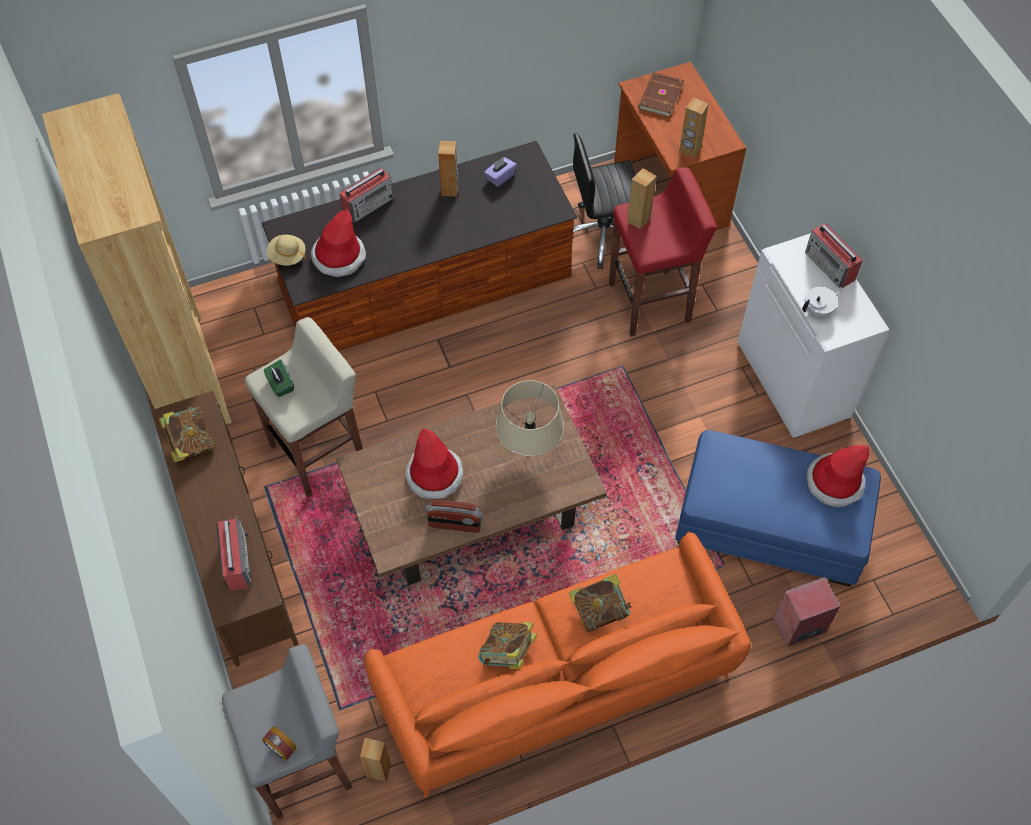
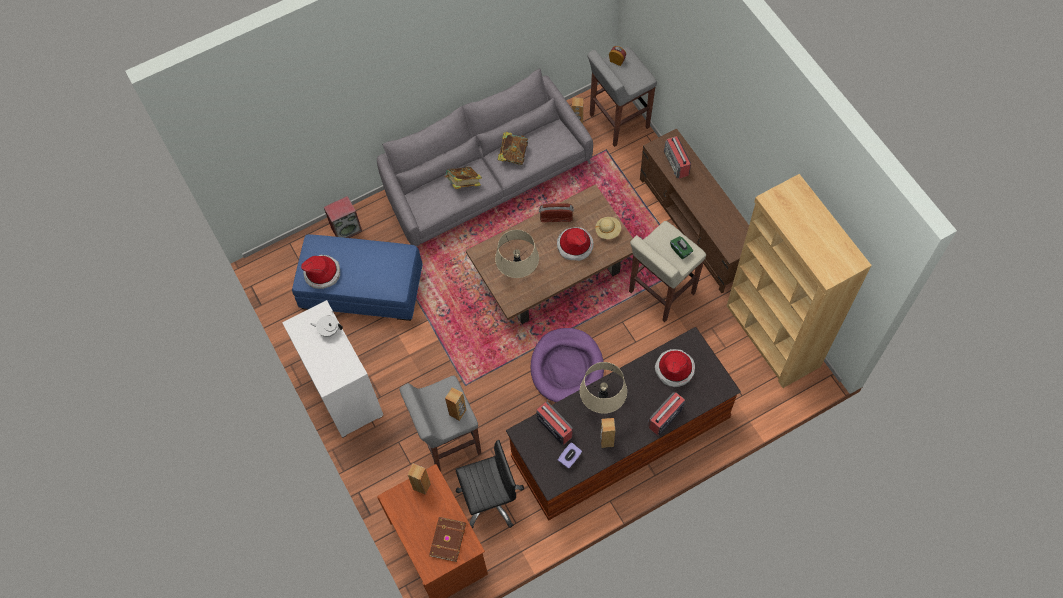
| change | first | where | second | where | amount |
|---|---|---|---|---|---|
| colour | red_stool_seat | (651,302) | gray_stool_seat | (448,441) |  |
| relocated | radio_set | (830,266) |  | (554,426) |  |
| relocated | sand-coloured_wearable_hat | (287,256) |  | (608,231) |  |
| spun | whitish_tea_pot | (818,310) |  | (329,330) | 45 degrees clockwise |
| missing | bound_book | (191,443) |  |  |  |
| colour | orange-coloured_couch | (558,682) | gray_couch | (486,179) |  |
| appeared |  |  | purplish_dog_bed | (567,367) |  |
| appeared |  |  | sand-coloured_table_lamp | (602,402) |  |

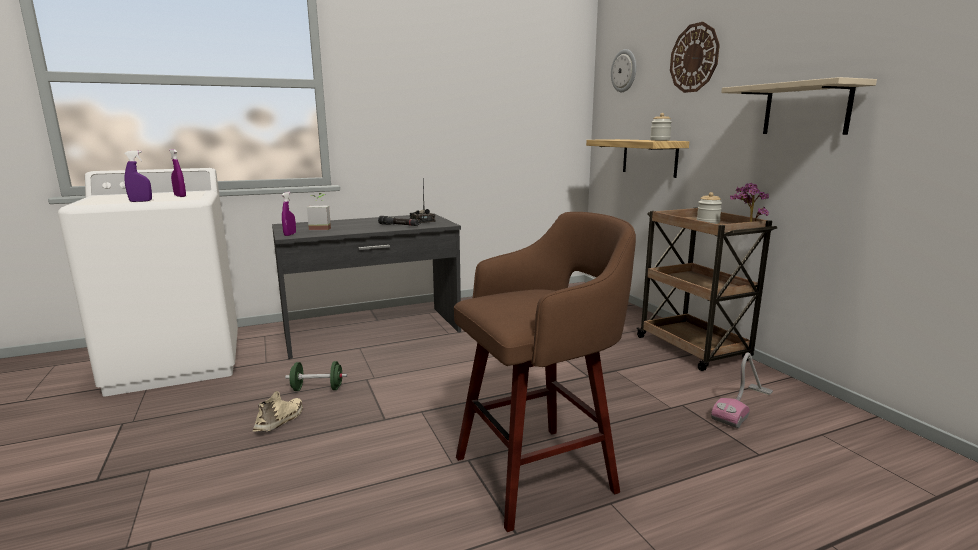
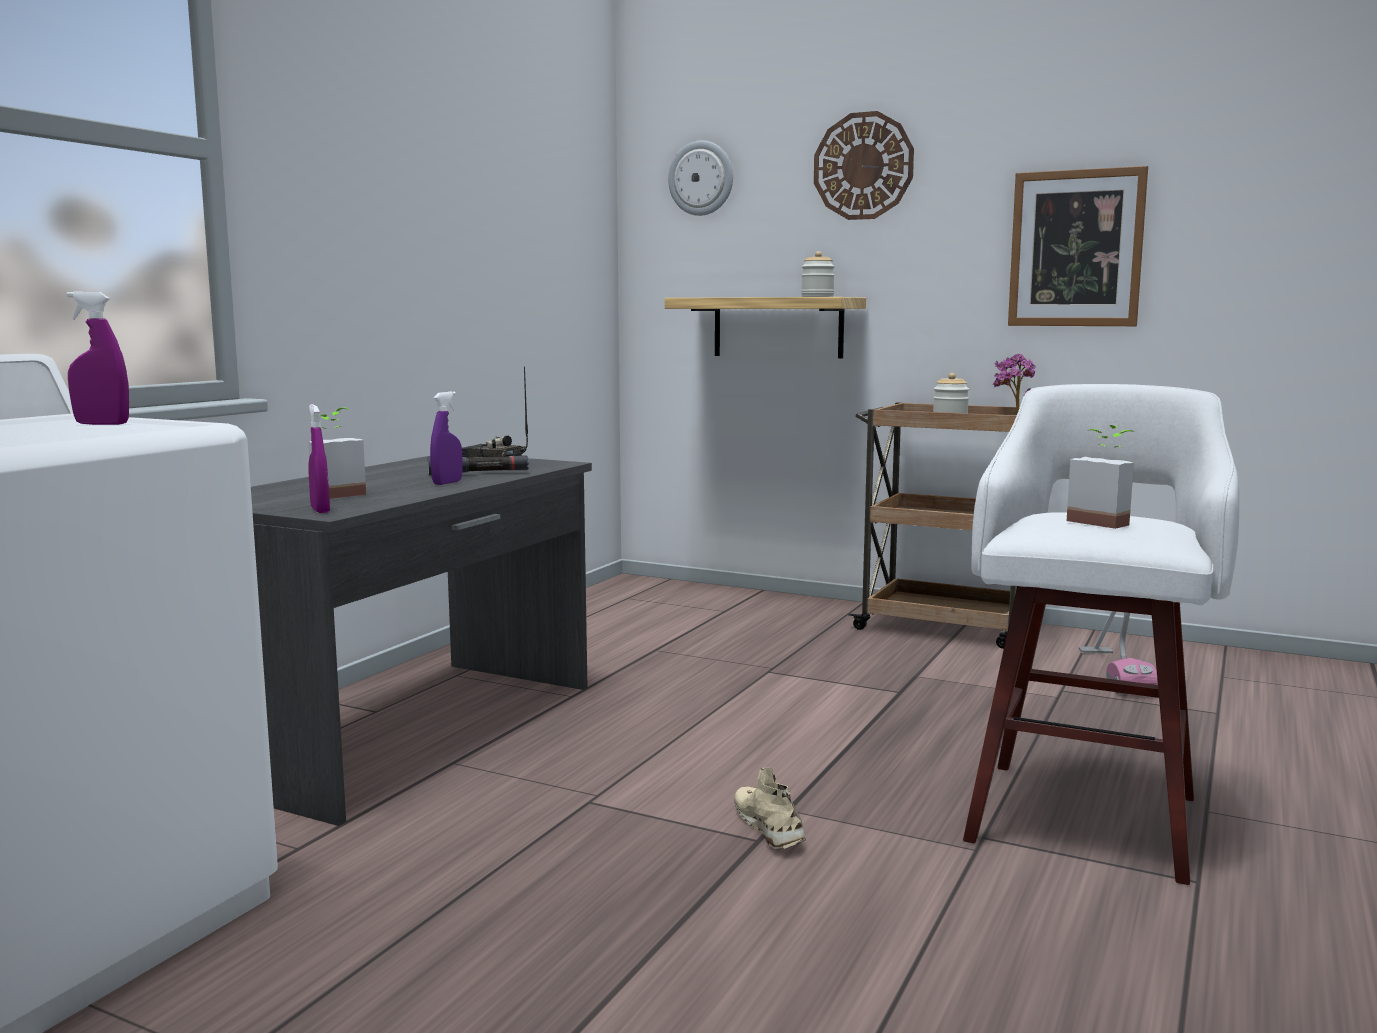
| change | first | where | second | where | amount |
|---|---|---|---|---|---|
| exchanged | sand-coloured_shelf | (806,109) | wall_art | (1076,248) |  |
| relocated | purplish_sprayer | (140,201) |  | (447,483) |  |
| colour | brownish_stool_seat | (539,473) | whitish_stool_seat | (1085,814) |  |
| missing | green_hand_weight | (317,389) |  |  |  |
| relocated | sand-coloured_low_shoe | (281,421) |  | (770,828) |  |
| appeared |  |  | potted_plant | (1103,521) |  |

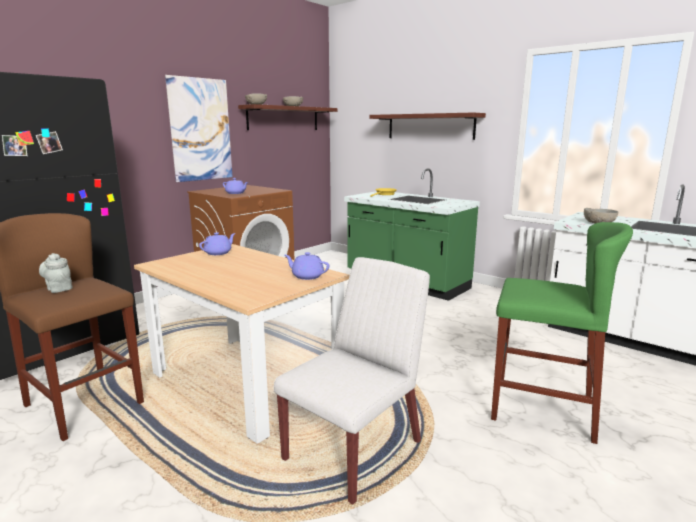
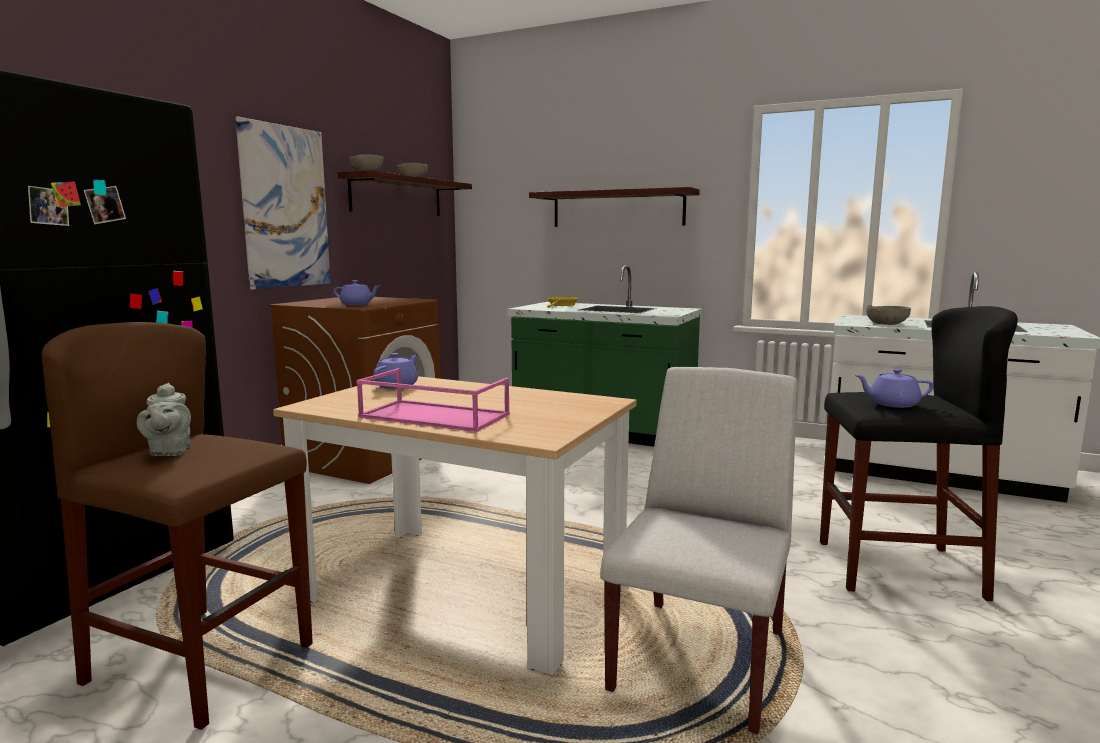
| change | first | where | second | where | amount |
|---|---|---|---|---|---|
| colour | green_stool_seat | (542,408) | blackish_stool_seat | (897,569) |  |
| relocated | purplish_tea_pot | (307,276) |  | (892,404) |  |
| spun | gray_tea_pot | (59,288) |  | (169,452) | 135 degrees counterclockwise |
| appeared |  |  | pink-coloured_serving_tray | (432,416) |  |

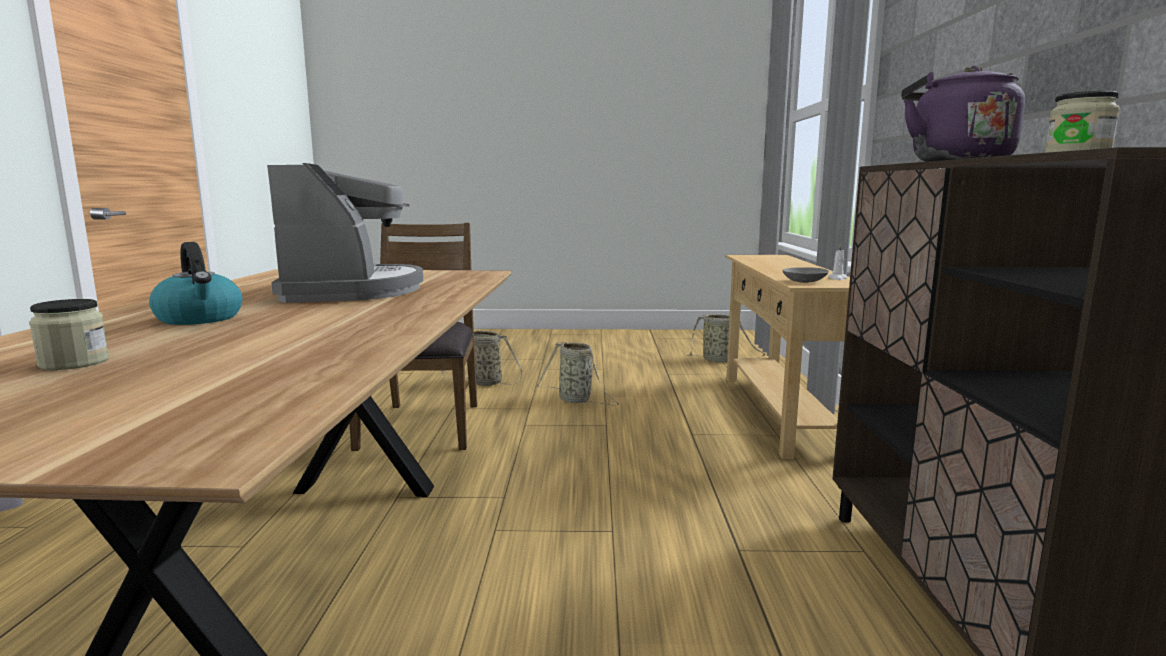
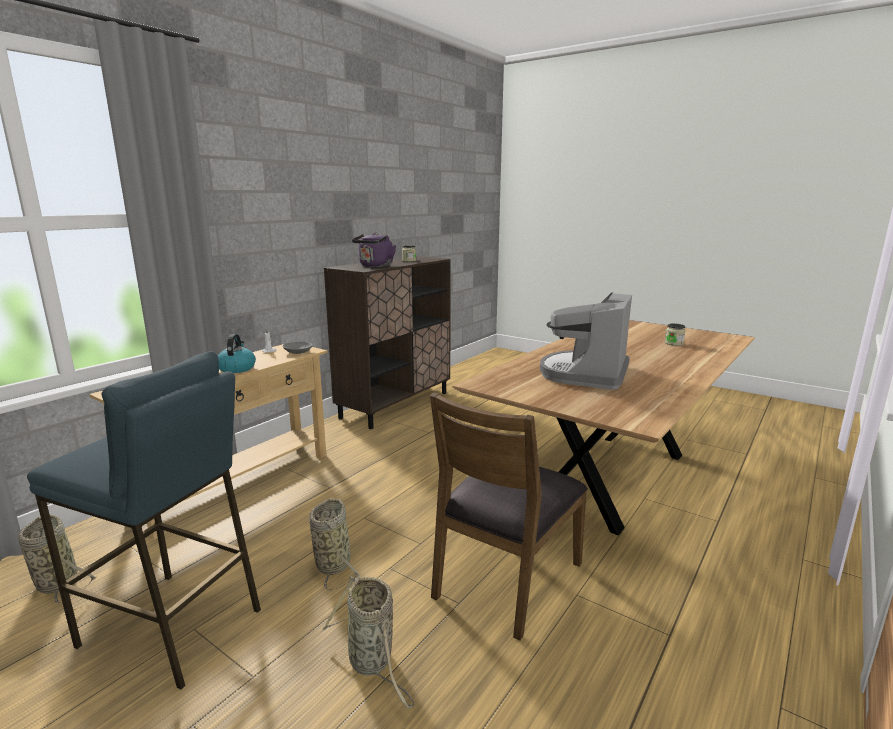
| change | first | where | second | where | amount |
|---|---|---|---|---|---|
| relocated | kettle | (200,318) |  | (236,368) |  |
| appeared |  |  | bluish_stool_seat | (172,627) |  |

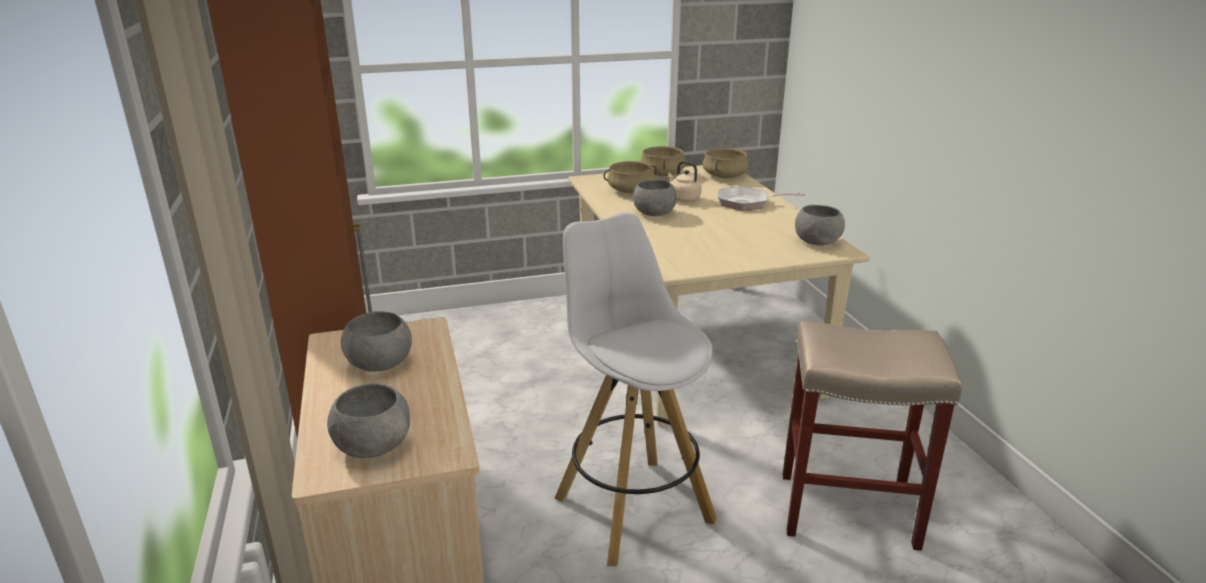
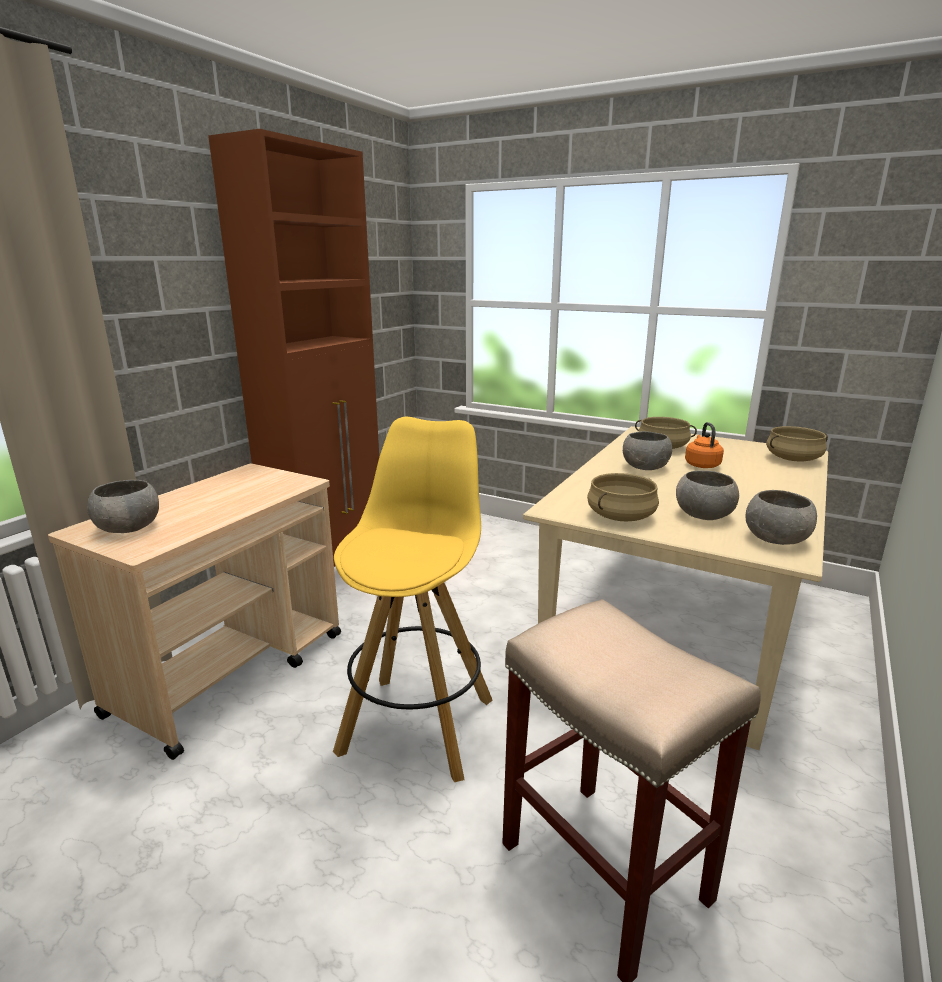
| change | first | where | second | where | amount |
|---|---|---|---|---|---|
| relocated | sand-coloured_stockpot | (663,174) |  | (621,517) |  |
| colour | sand-coloured_kettle | (683,199) | orange-coloured_kettle | (701,464) |  |
| missing | frying_pan | (747,203) |  |  |  |
| colour | whitish_stool_seat | (632,507) | yellowish_stool_seat | (418,723) |  |
| relocated | gray_serving_bowl | (379,363) |  | (703,515) |  |

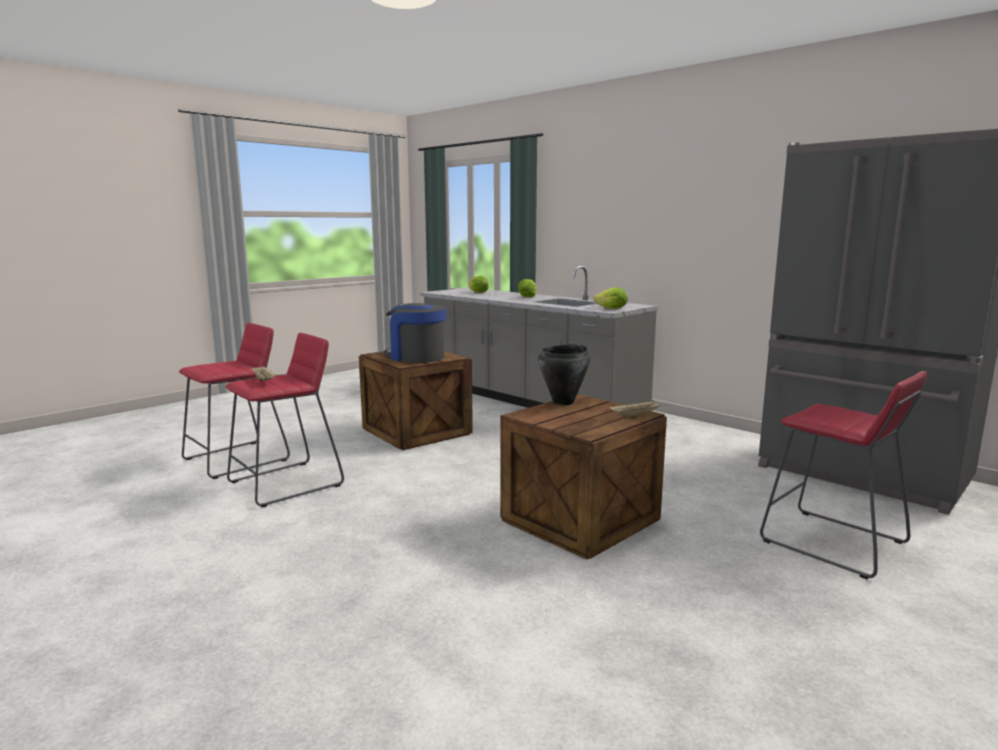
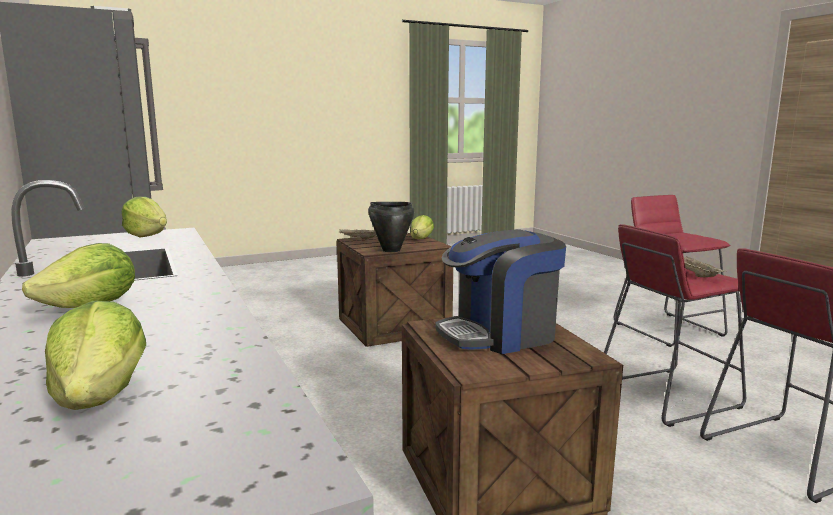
| change | first | where | second | where | amount |
|---|---|---|---|---|---|
| spun | coffee_maker | (416,357) |  | (500,334) | 105 degrees clockwise |
| relocated | red_stool_seat | (833,543) |  | (668,329) |  |
| appeared |  |  | head_of_lettuce | (421,239) |  |

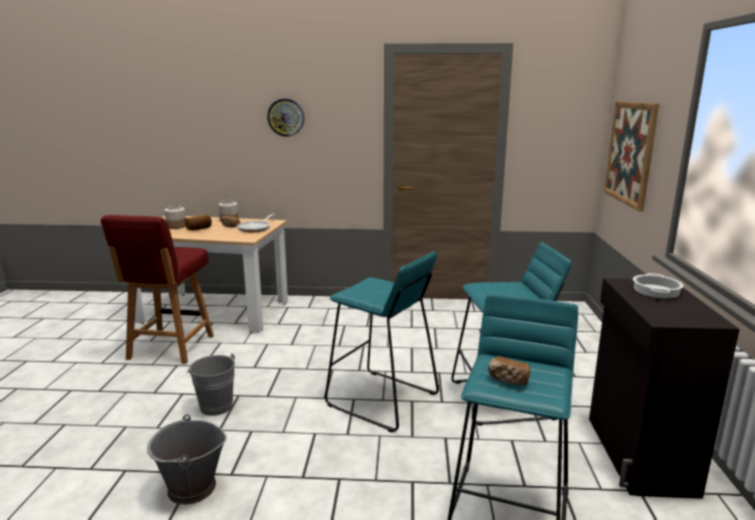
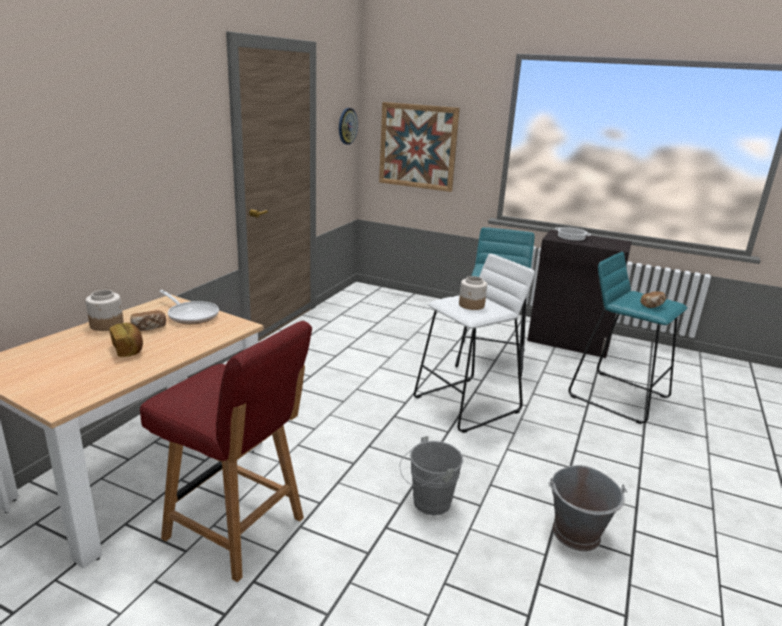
| change | first | where | second | where | amount |
|---|---|---|---|---|---|
| relocated | wall_clock | (286,117) |  | (347,126) |  |
| relocated | jar | (176,226) |  | (471,305) |  |
| colour | turquoise-coloured_stool_seat | (382,400) | whitish_stool_seat | (467,404) |  |

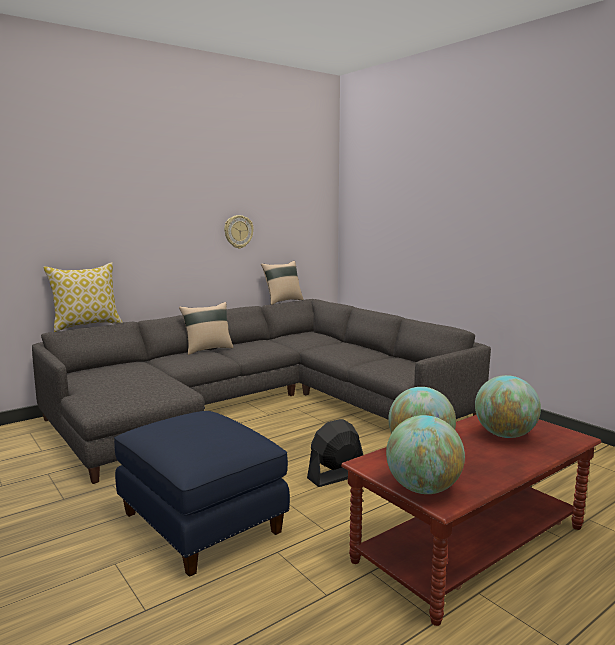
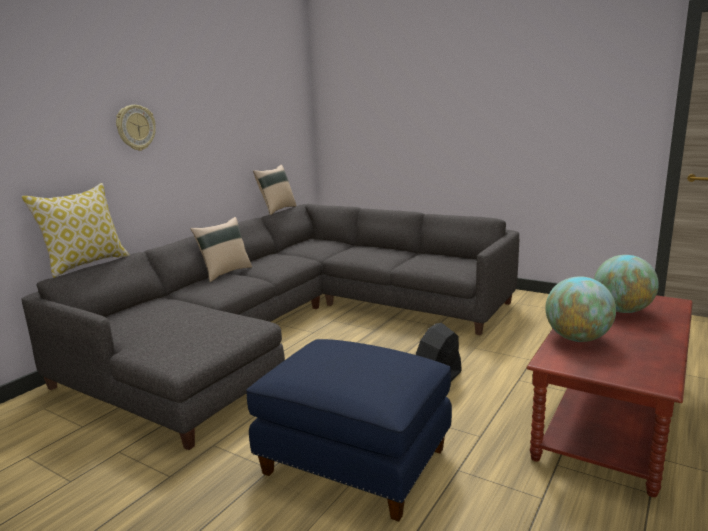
| change | first | where | second | where | amount |
|---|---|---|---|---|---|
| relocated | wall_clock | (238,231) |  | (135,127) |  |
| missing | world_globe | (423,489) |  |  |  |

